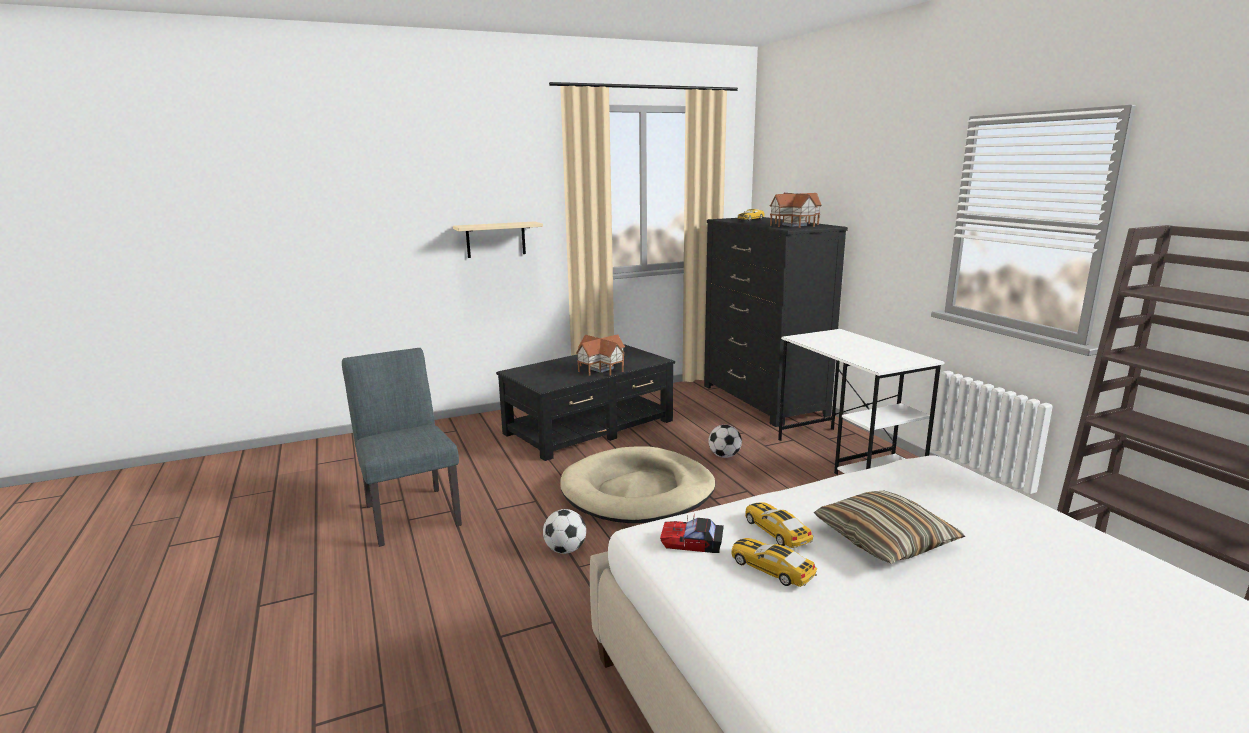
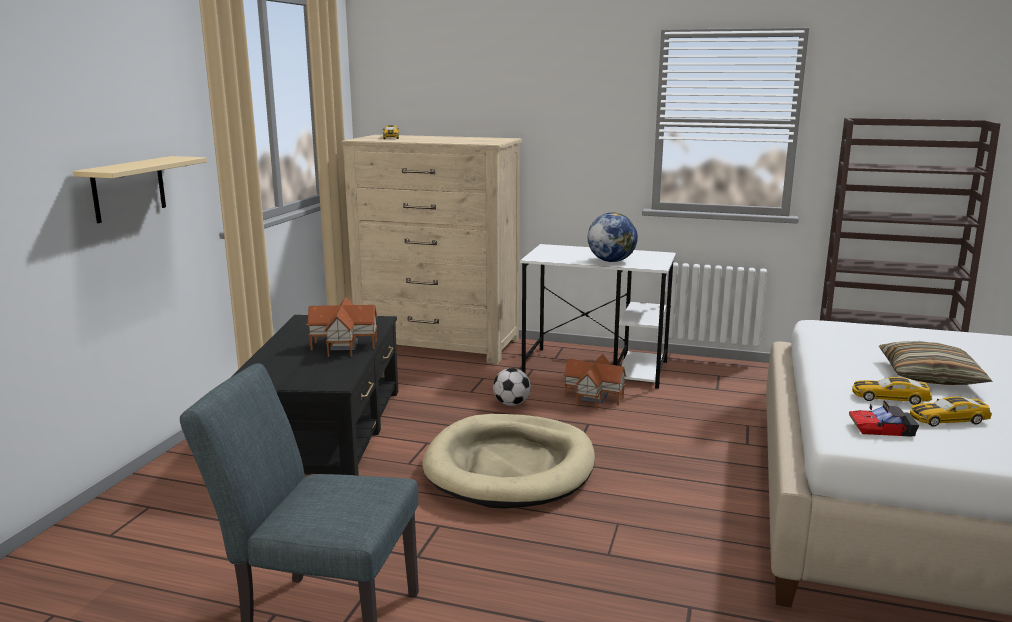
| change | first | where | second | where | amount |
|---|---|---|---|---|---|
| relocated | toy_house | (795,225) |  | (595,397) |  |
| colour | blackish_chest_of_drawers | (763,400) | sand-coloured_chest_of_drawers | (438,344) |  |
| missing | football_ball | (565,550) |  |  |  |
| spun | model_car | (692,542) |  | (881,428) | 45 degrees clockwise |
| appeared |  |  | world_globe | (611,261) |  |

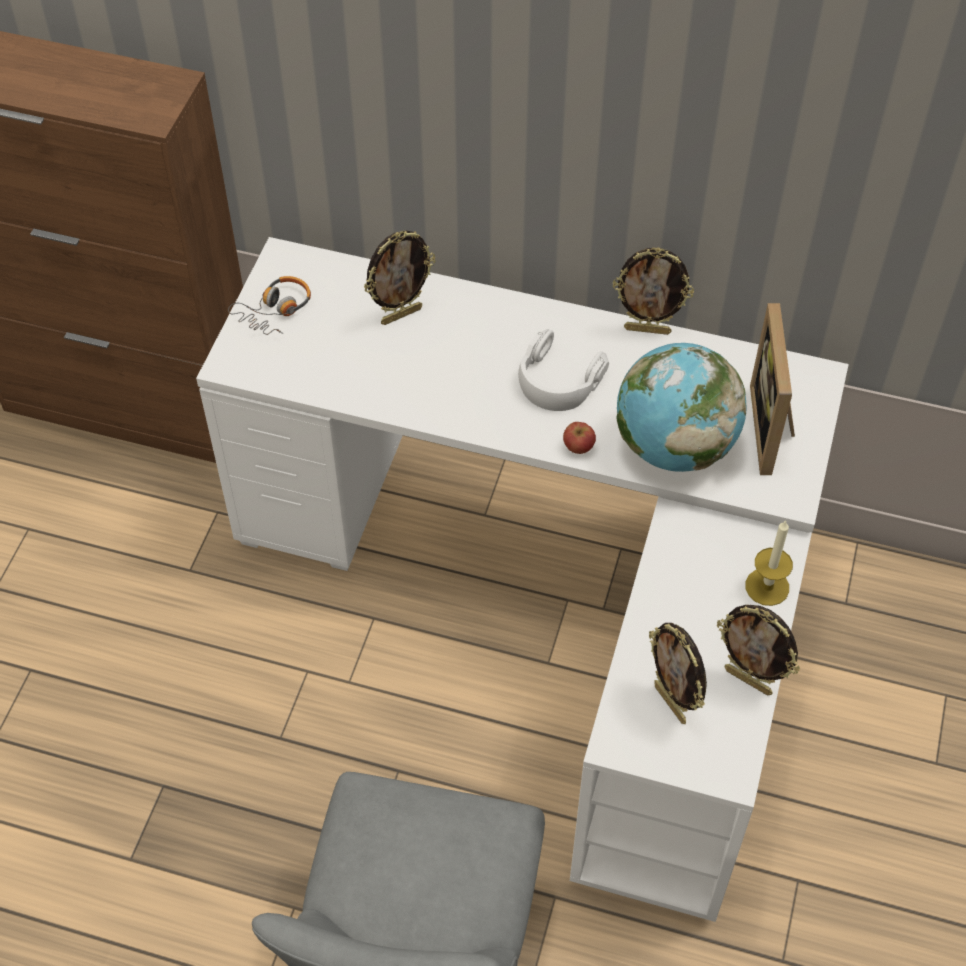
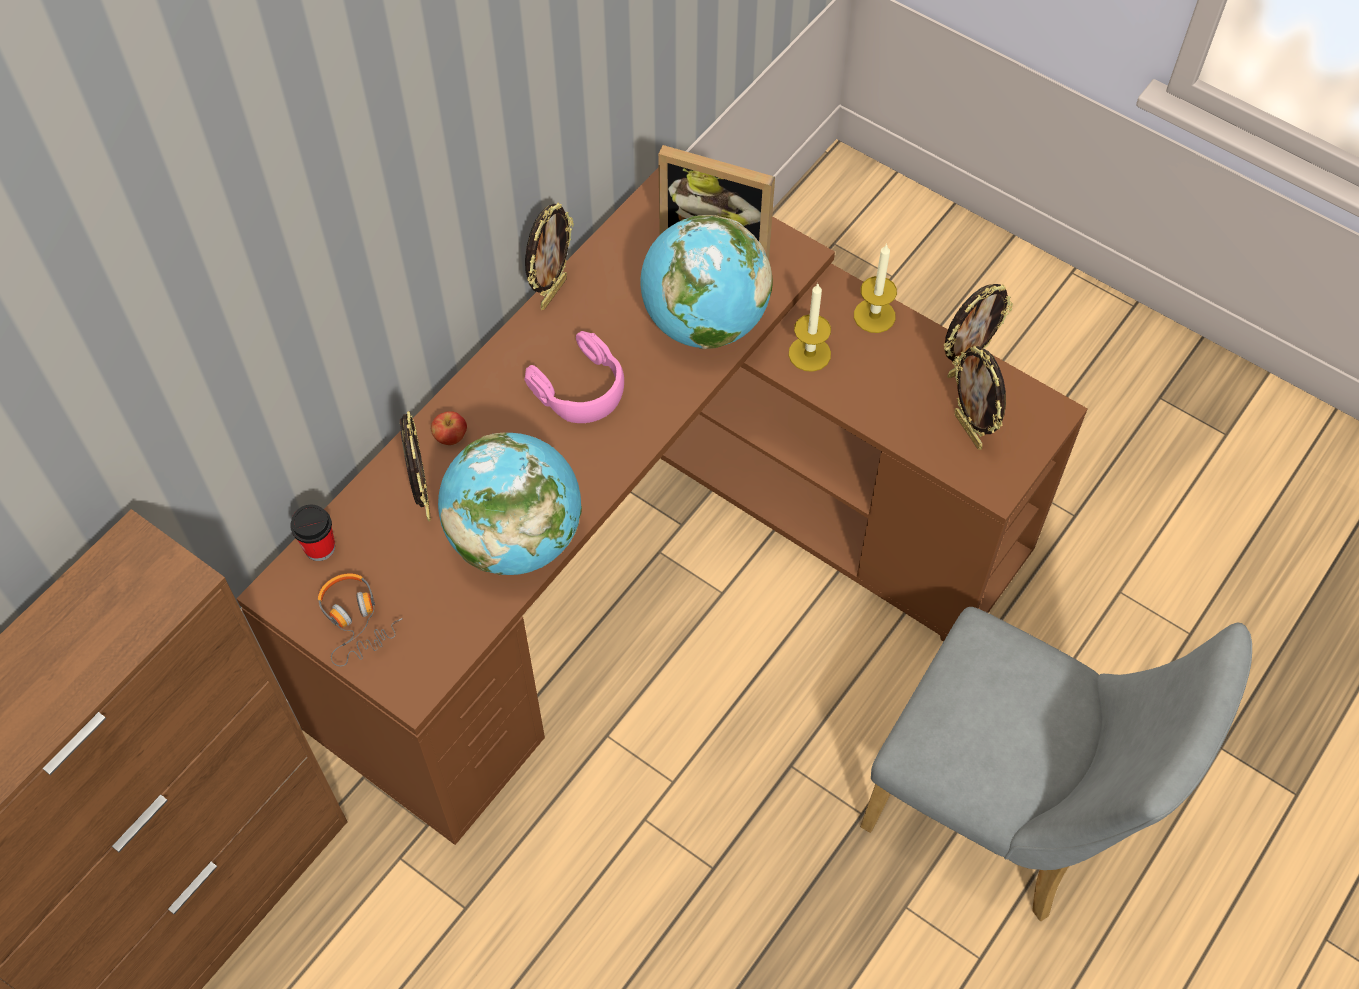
| change | first | where | second | where | amount |
|---|---|---|---|---|---|
| colour | whitish_desk_unit | (557,601) | brownish_desk_unit | (657,561) |  |
| colour | whitish_headphones | (558,380) | pink-coloured_headphones | (581,388) |  |
| relocated | apple_fruit | (578,447) |  | (450,437) |  |
| spun | picture_frame | (671,703) |  | (969,431) | 75 degrees clockwise |
| appeared |  |  | candle | (809,354) |  |
| appeared |  |  | world_globe | (516,538) |  |
| appeared |  |  | drinking_cup | (319,547) |  |

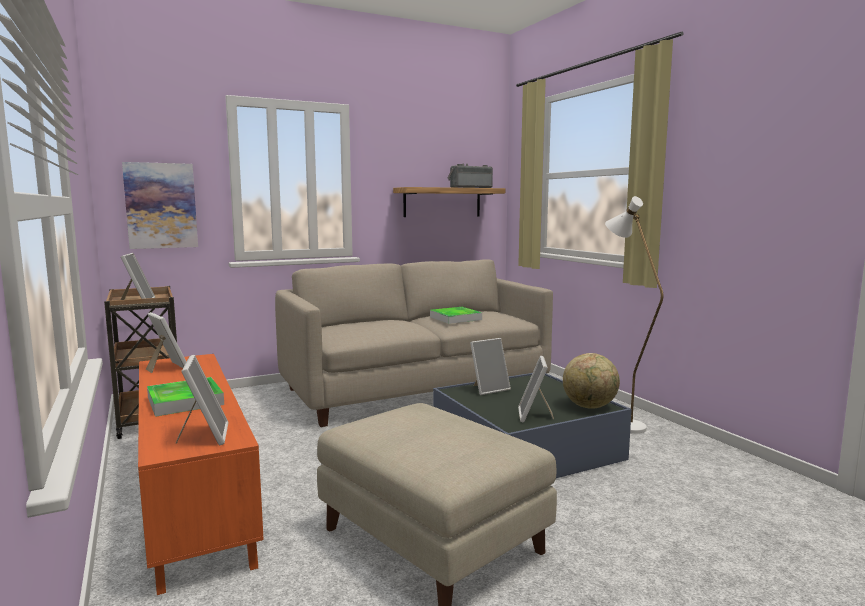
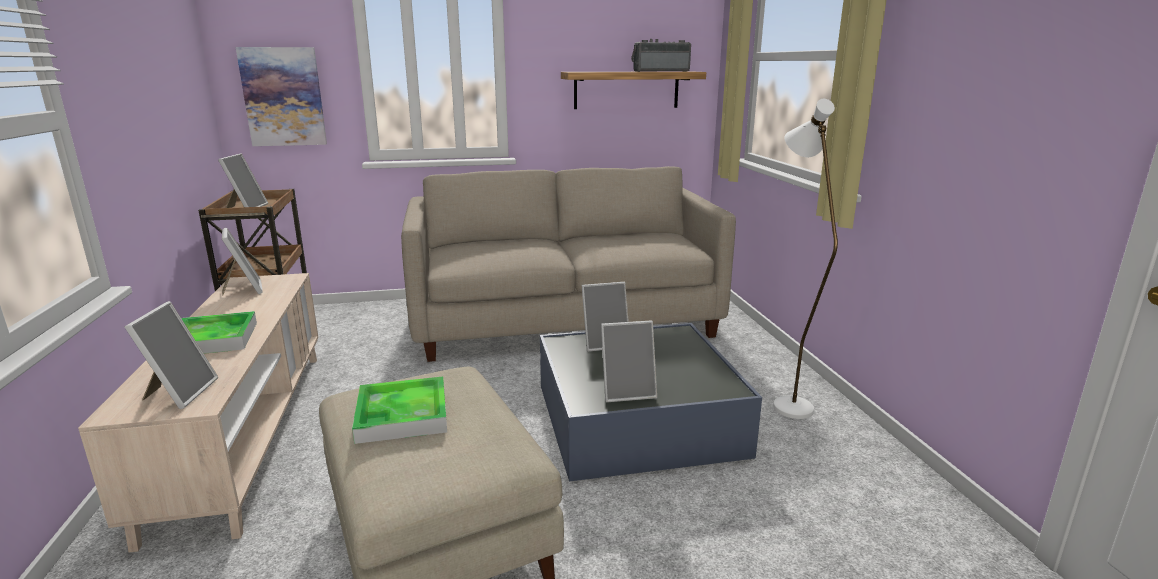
| change | first | where | second | where | amount |
|---|---|---|---|---|---|
| relocated | serving_tray | (455,318) |  | (402,415) |  |
| missing | world_globe | (589,406) |  |  |  |
| colour | orange-coloured_media_console | (193,495) | sand-coloured_media_console | (245,433) |  |
| spun | picture_frame | (534,416) |  | (627,392) | 120 degrees counterclockwise |

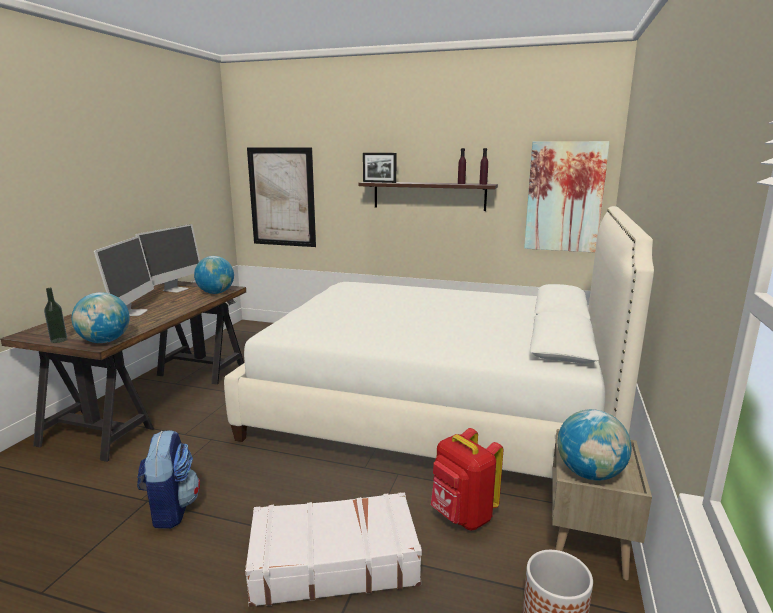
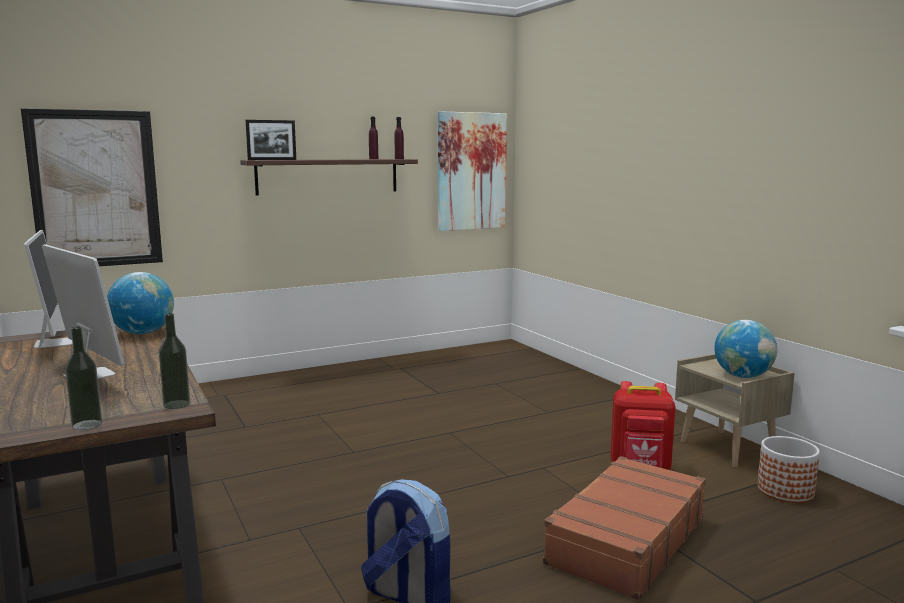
| change | first | where | second | where | amount |
|---|---|---|---|---|---|
| missing | whitish_bed | (434,409) |  |  |  |
| exchanged | world_globe | (105,341) | beverage_bottle | (176,404) |  |
| colour | whitish_travel_case | (333,561) | brownish_travel_case | (625,540) |  |

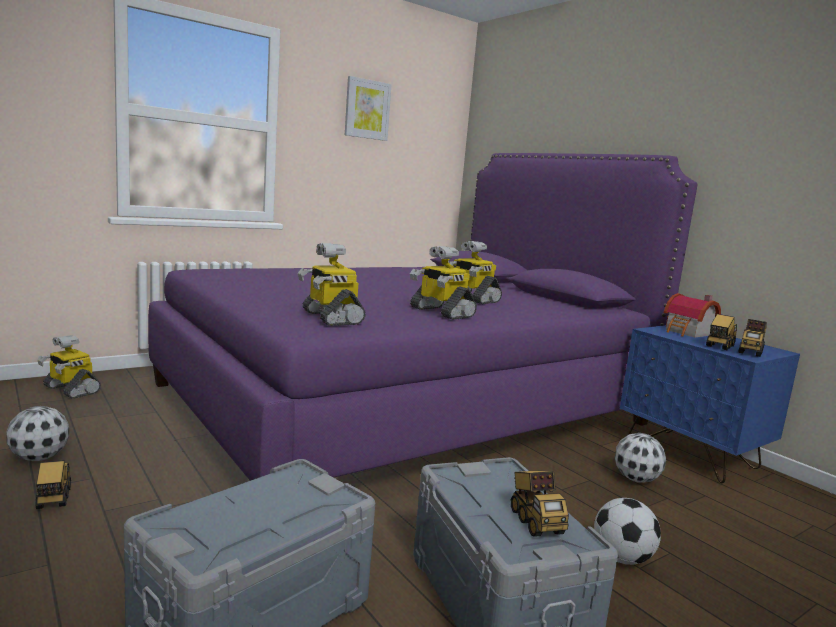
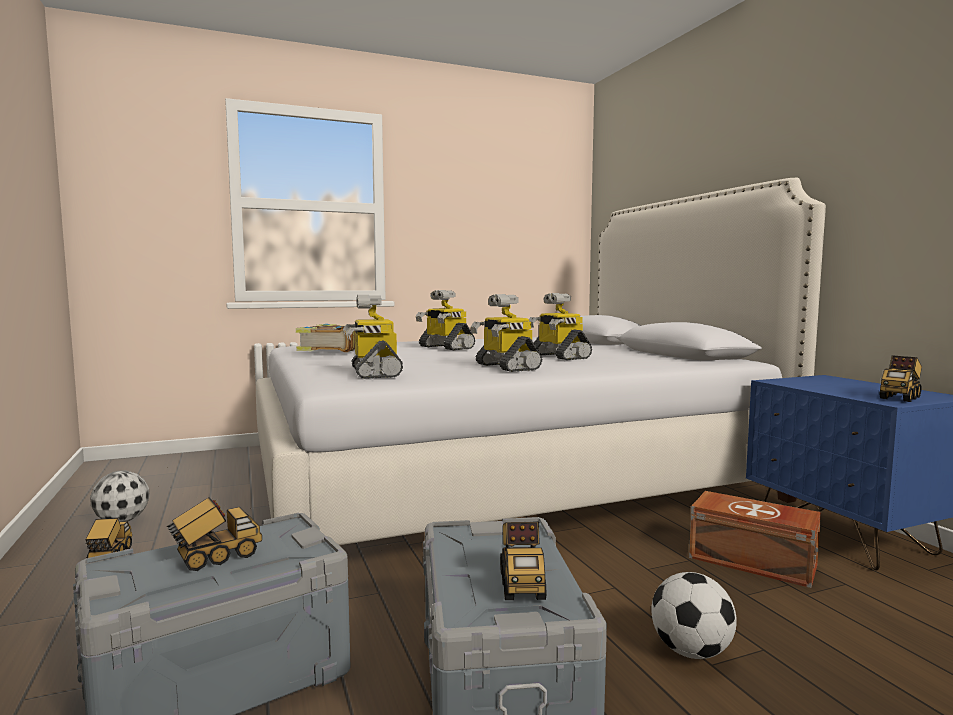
| change | first | where | second | where | amount |
|---|---|---|---|---|---|
| missing | wall_art | (367,109) |  |  |  |
| colour | purplish_bed | (404,403) | whitish_bed | (504,477) |  |
| missing | toy_house | (688,333) |  |  |  |
| relocated | toy_truck | (719,346) |  | (216,558) |  |
| relocated | model_robot | (70,390) |  | (445,347) |  |
| exchanged | football_ball | (636,480) | brownish_storage_box | (753,562) |  |
| appeared |  |  | bound_book | (332,349) |  |

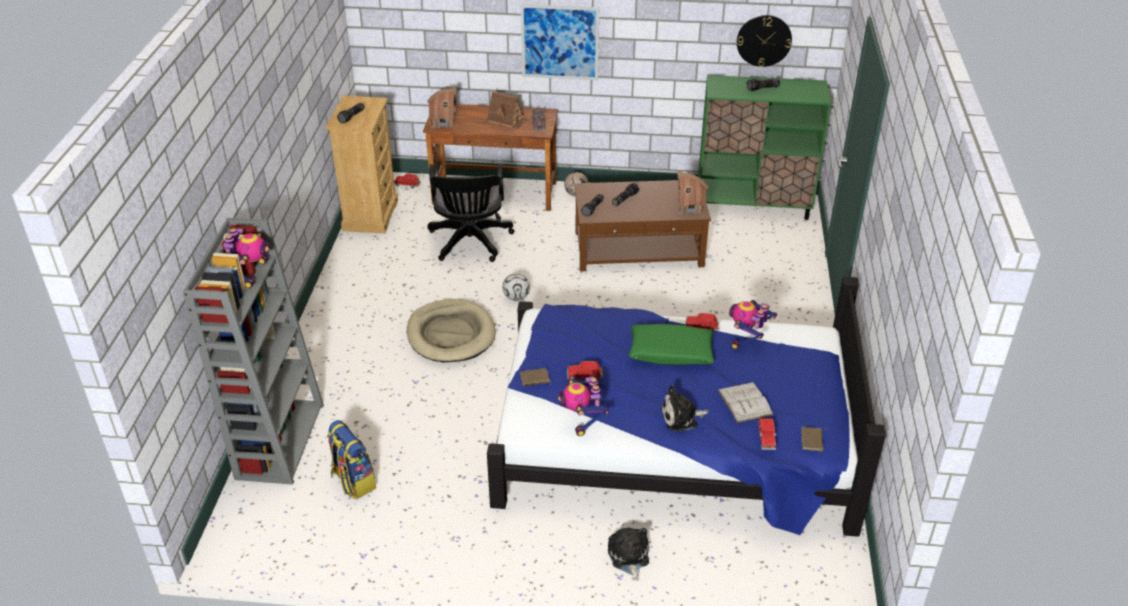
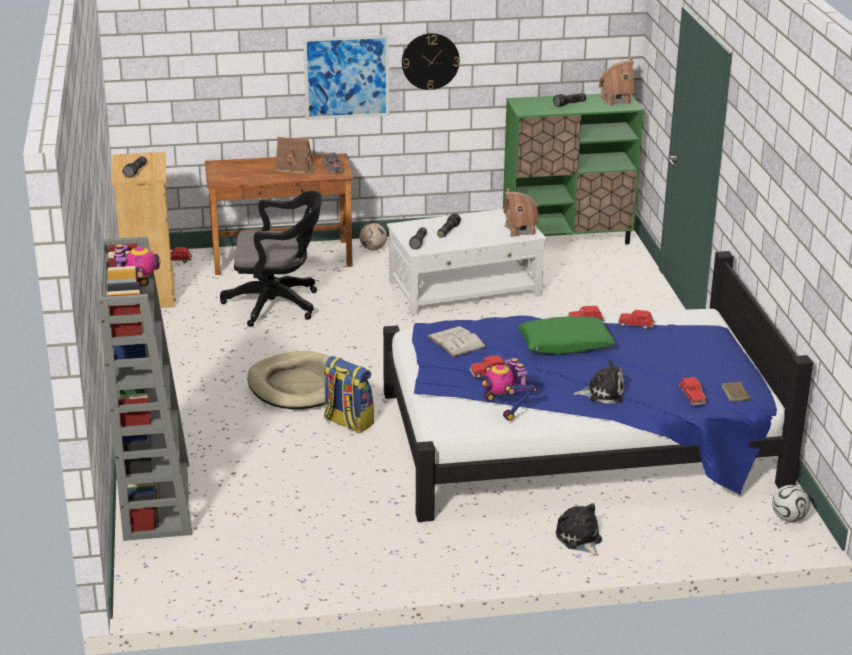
| change | first | where | second | where | amount |
|---|---|---|---|---|---|
| relocated | wall_clock | (764,40) |  | (430,61) |  |
| relocated | toy_house | (444,122) |  | (615,100) |  |
| spun | blackish_office_chair | (470,243) |  | (277,304) | 75 degrees counterclockwise |
| colour | brownish_coffee_table | (639,249) | whitish_coffee_table | (465,288) |  |
| relocated | football_ball | (516,297) |  | (788,518) |  |
| exchanged | model_robot | (747,339) | red_model_car | (636,325) |  |
| missing | brownish_bound_book | (535,379) |  |  |  |
| relocated | whitish_bound_book | (745,402) |  | (456,342) |  |
| spun | soft_toy | (682,417) |  | (602,393) | 150 degrees counterclockwise |
| relocated | backpack | (353,481) |  | (347,422) |  |

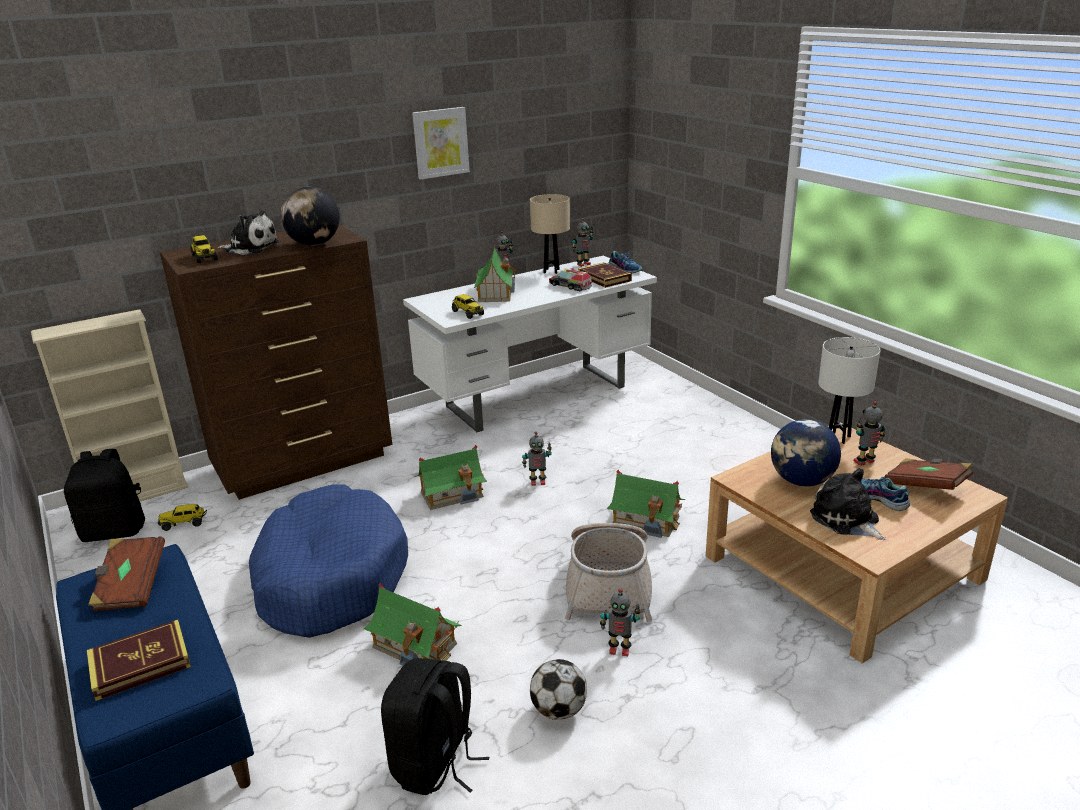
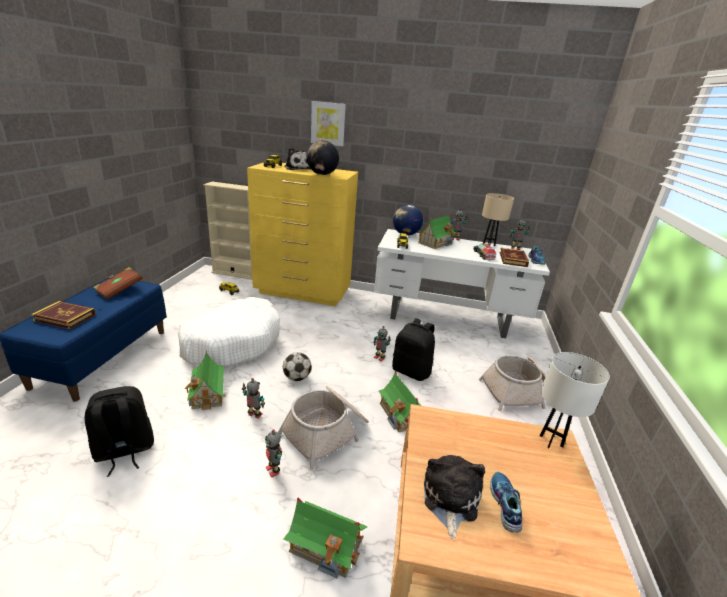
| change | first | where | second | where | amount |
|---|---|---|---|---|---|
| relocated | wall_art | (440,142) |  | (328,123) |  |
| colour | brownish_chest_of_drawers | (305,462) | yellowish_chest_of_drawers | (303,292) |  |
| relocated | model_robot | (865,462) |  | (254,415) |  |
| relocated | world_globe | (802,481) |  | (405,234) |  |
| relocated | toy_house | (452,494) |  | (326,546) |  |
| relocated | blackish_backpack | (114,531) |  | (411,371) |  |
| missing | brownish_bound_book | (926,486) |  |  |  |
| colour | bluish_dog_bed | (330,577) | whitish_dog_bed | (233,342) |  |
| relocated | football_ball | (559,710) |  | (297,378) |  |
| appeared |  |  | basket | (518,393) |  |

